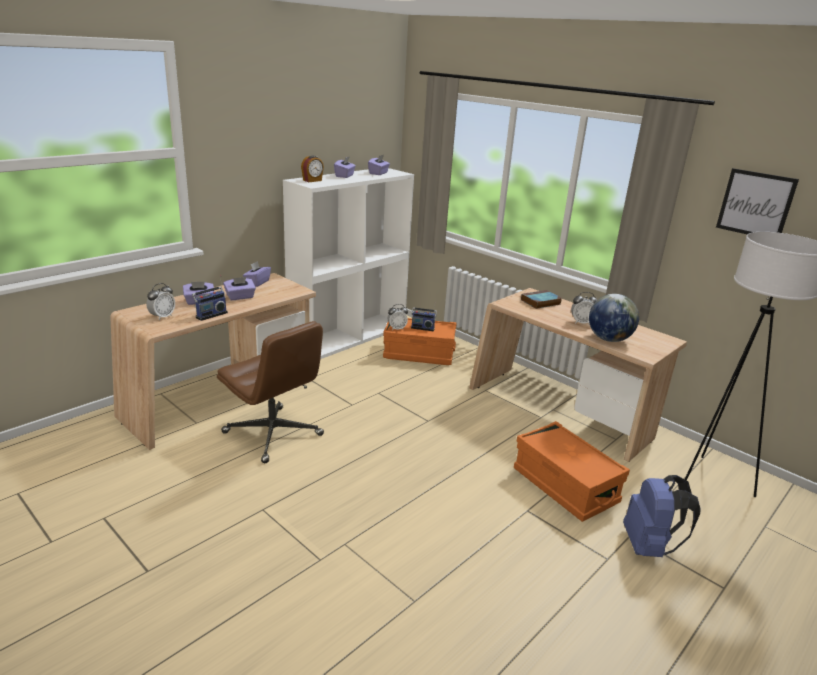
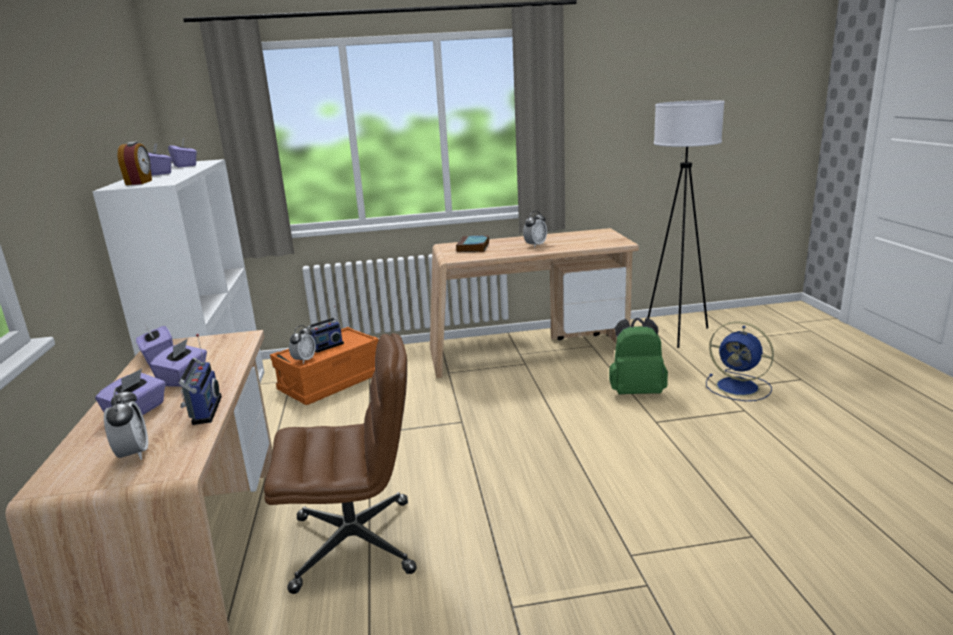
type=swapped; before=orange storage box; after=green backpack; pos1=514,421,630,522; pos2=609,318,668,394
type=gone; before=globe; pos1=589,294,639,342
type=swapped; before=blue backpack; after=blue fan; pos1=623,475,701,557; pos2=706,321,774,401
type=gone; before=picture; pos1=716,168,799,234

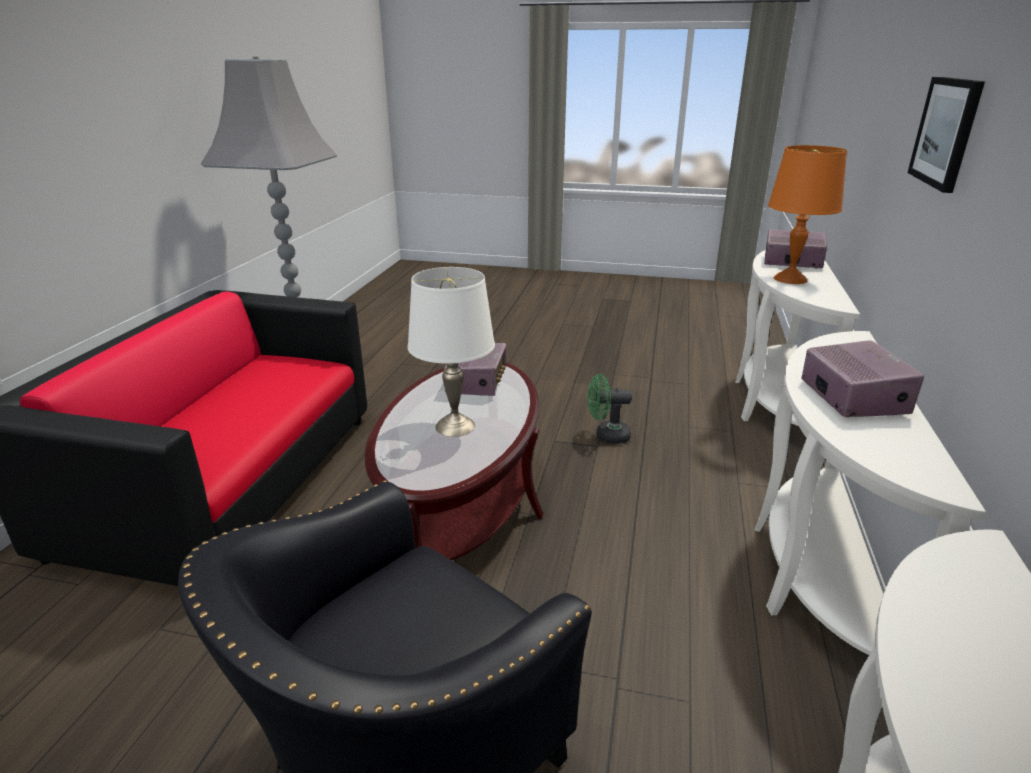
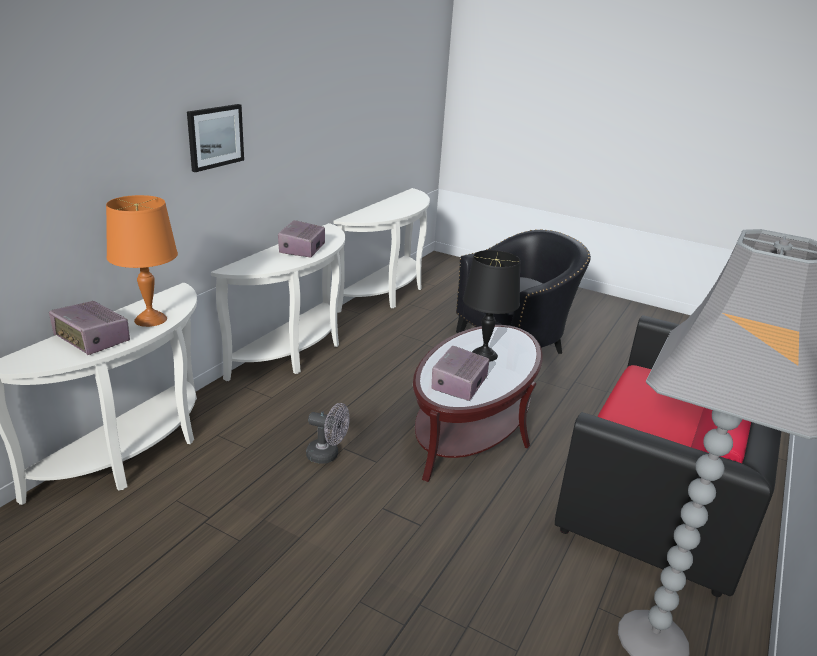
type=repainted; before=white table lamp; after=black table lamp; pos1=407,267,495,437; pos2=463,250,520,362
type=repainted; before=green fan; after=grey fan; pos1=588,374,632,444; pos2=306,403,350,464

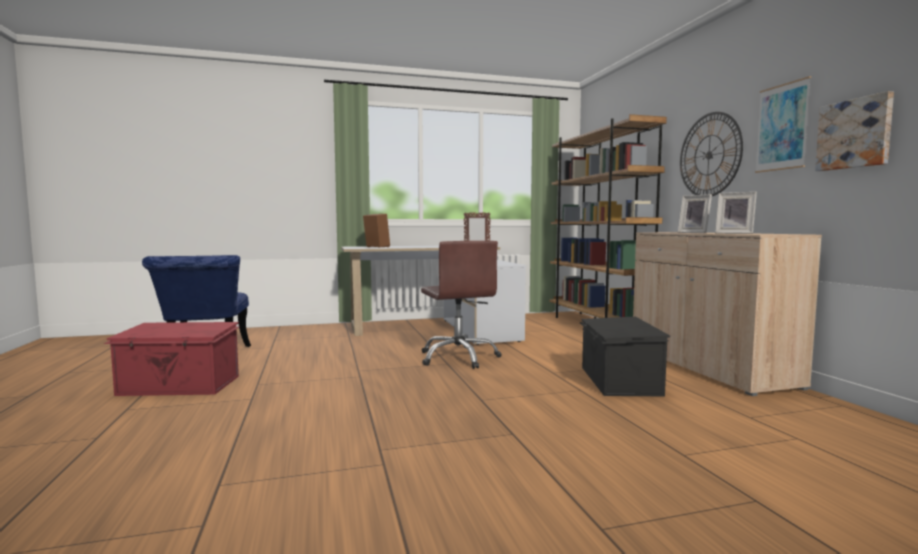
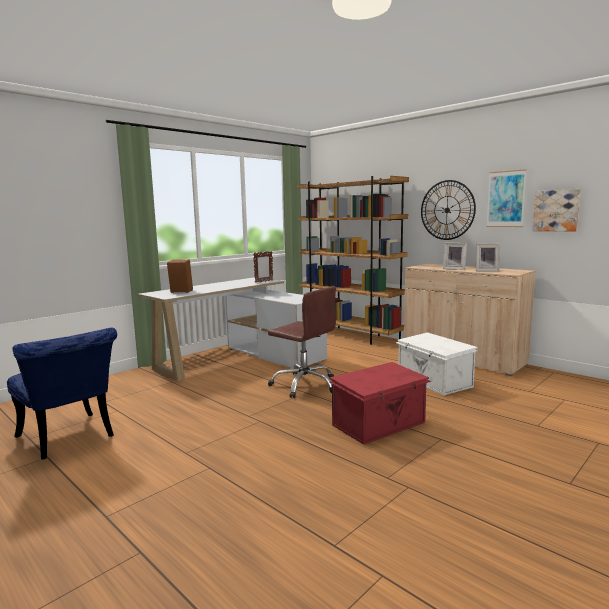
type=shifted; before=red storage box; pos1=104,322,240,396; pos2=329,362,431,445
type=repainted; before=black storage box; after=white storage box; pos1=579,317,670,396; pos2=396,332,478,395

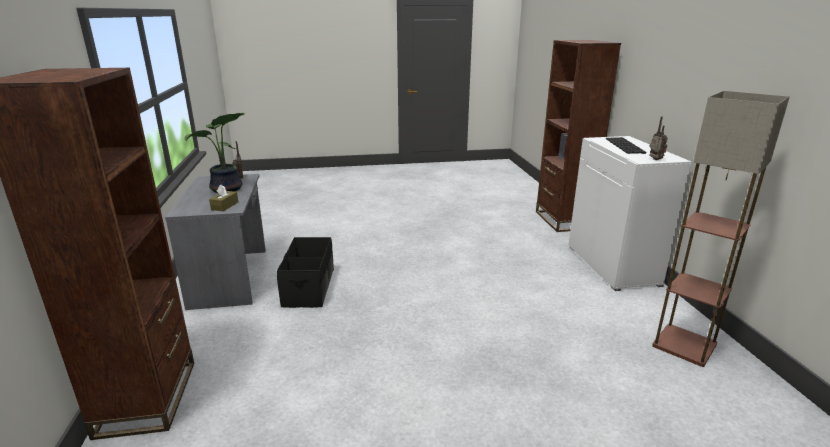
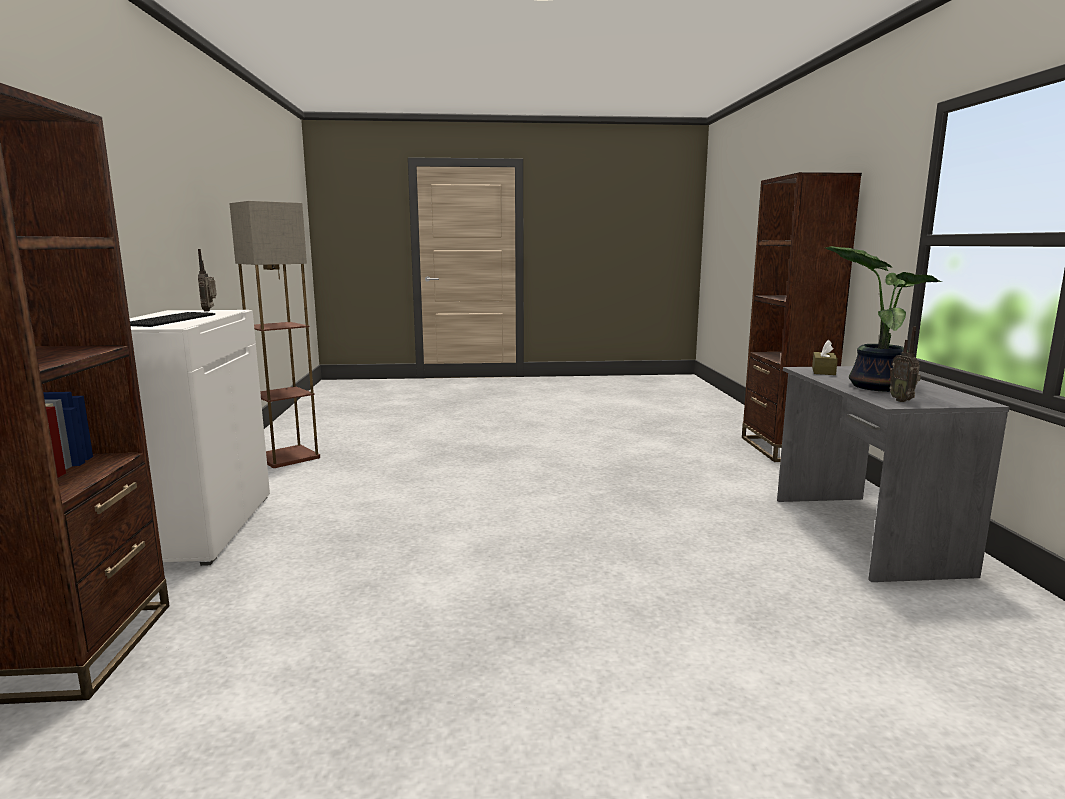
type=gone; before=black storage box; pos1=277,237,334,308

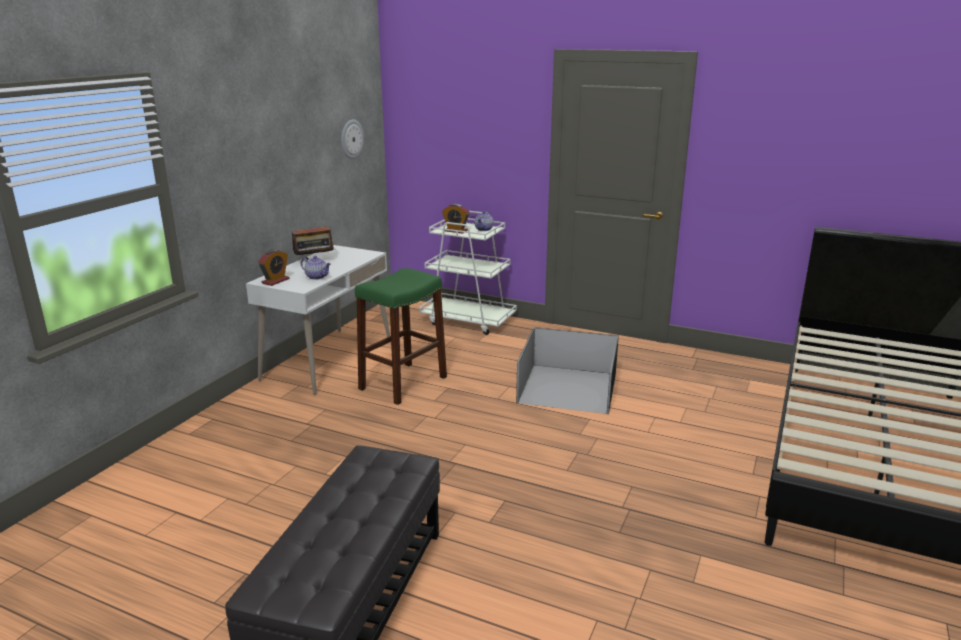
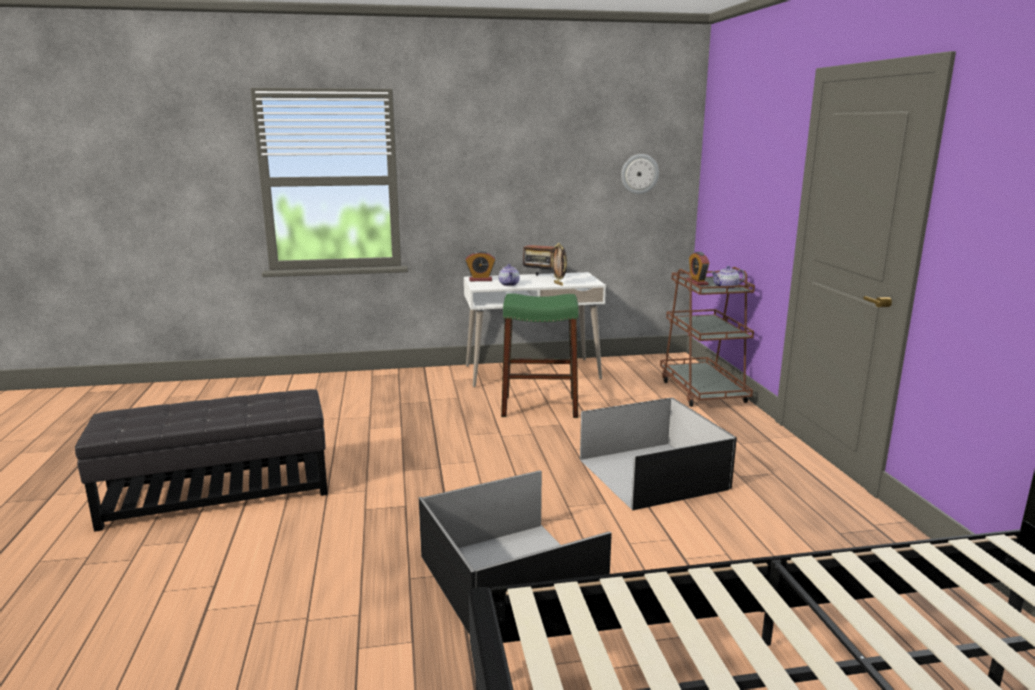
type=repainted; before=white cart; after=brown cart; pos1=419,211,517,335; pos2=660,267,755,407
type=new; after=black storage box; pos2=419,470,612,635
type=new; after=picture frame; pos2=551,243,567,286

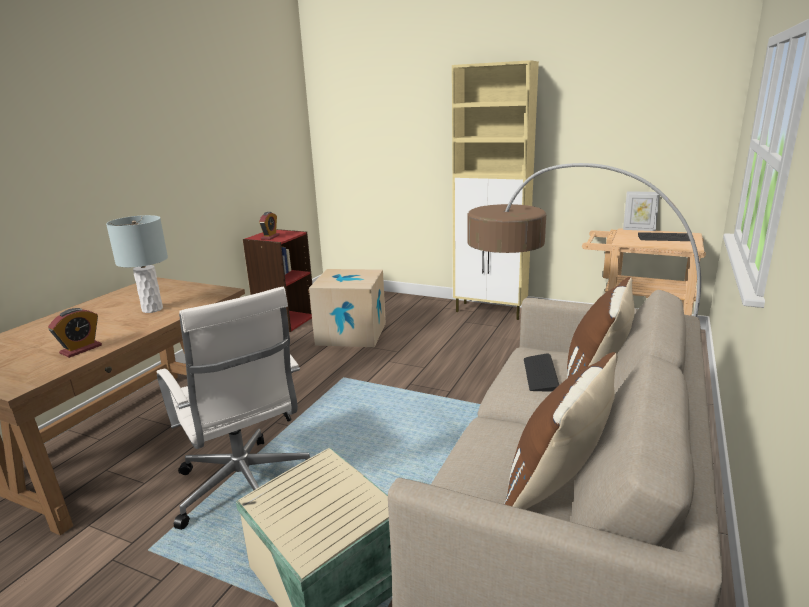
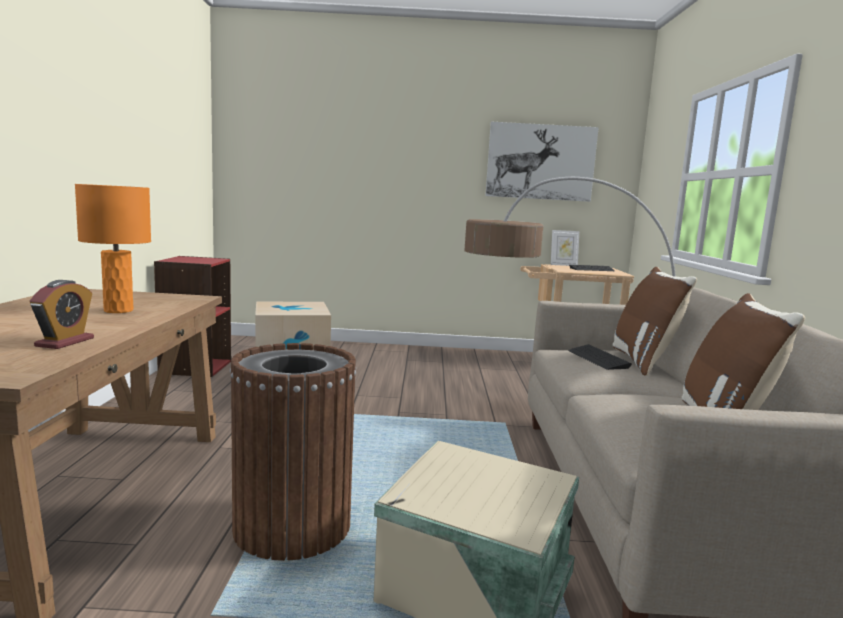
type=repainted; before=grey table lamp; after=orange table lamp; pos1=106,215,168,313; pos2=75,184,151,313
type=swapped; before=white office chair; after=brown trash can; pos1=156,287,310,530; pos2=230,343,356,561
type=gone; before=alarm clock; pos1=259,212,280,240
type=gone; before=beige cabinet; pos1=452,60,539,320
type=new; after=picture; pos2=485,122,599,202

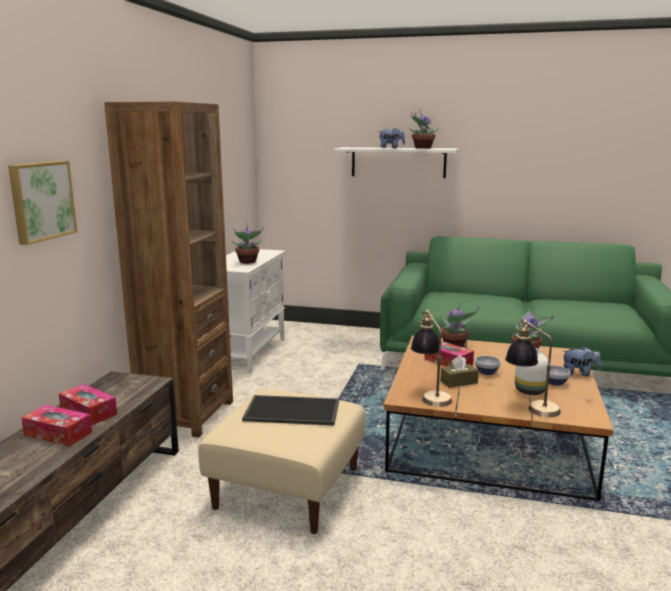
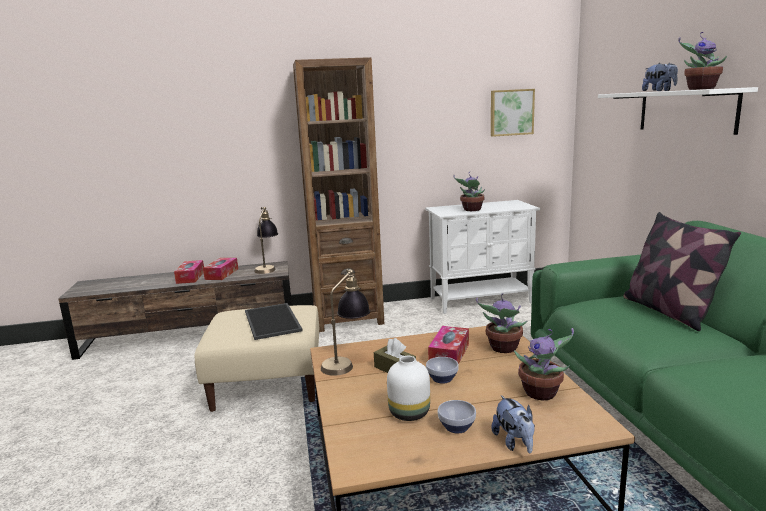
type=shifted; before=picture; pos1=8,161,77,245; pos2=491,89,535,137
type=shifted; before=table lamp; pos1=505,320,561,417; pos2=254,207,278,274
type=new; after=pillow; pos2=623,212,741,331

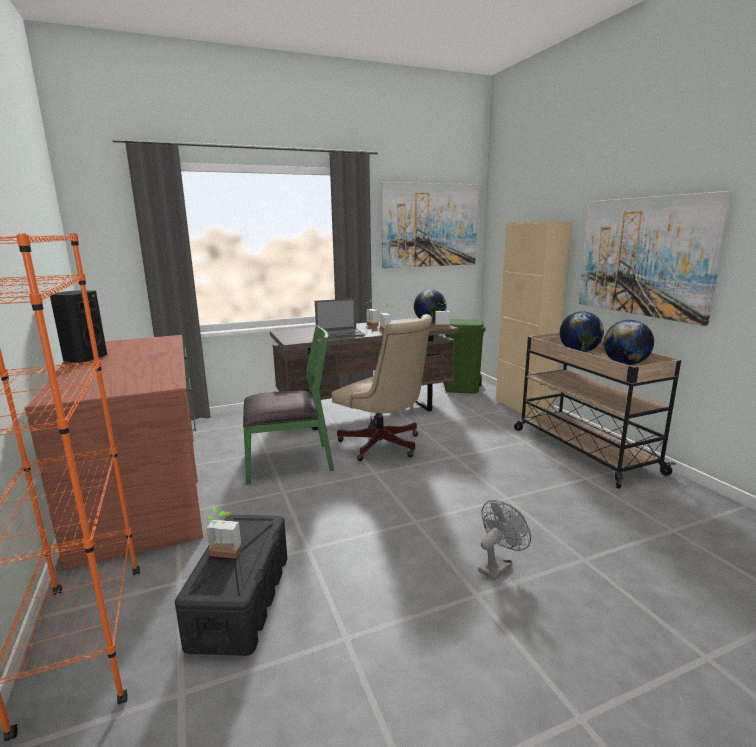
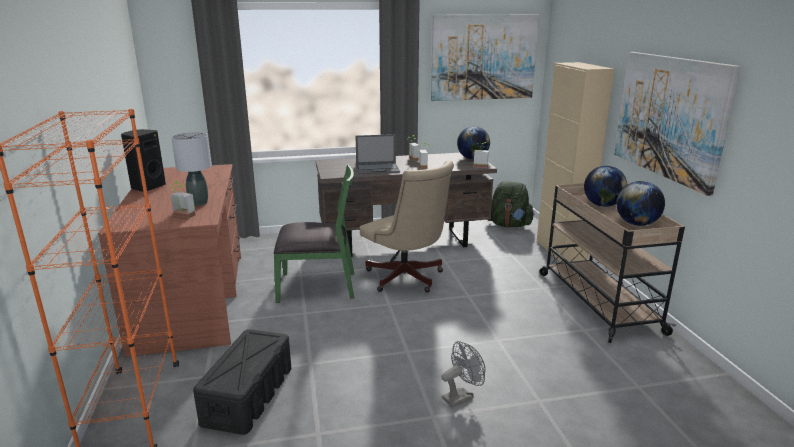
type=shifted; before=potted plant; pos1=206,507,242,558; pos2=168,181,196,218
type=swapped; before=green trash can; after=green backpack; pos1=444,319,486,394; pos2=488,181,535,227
type=new; after=grey table lamp; pos2=171,132,211,206

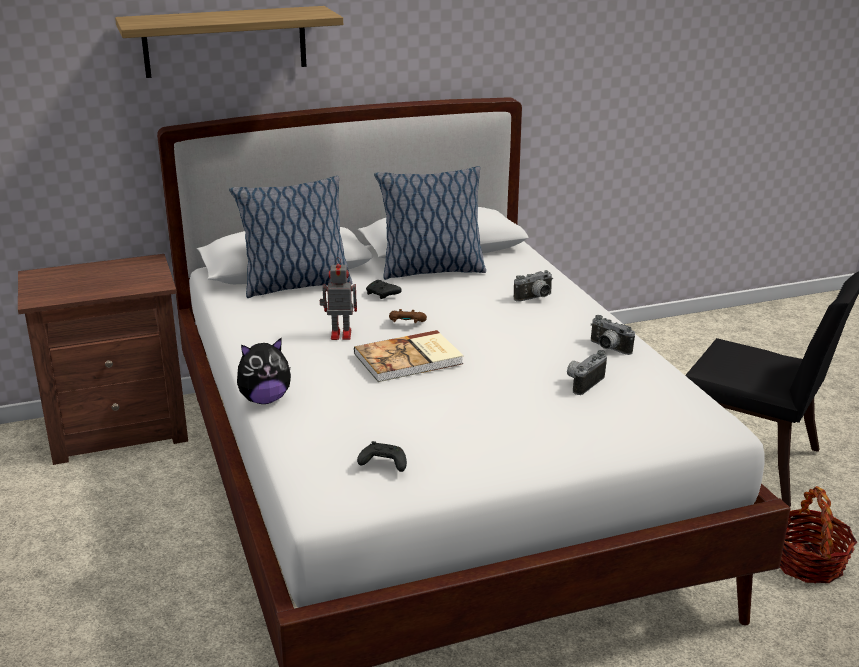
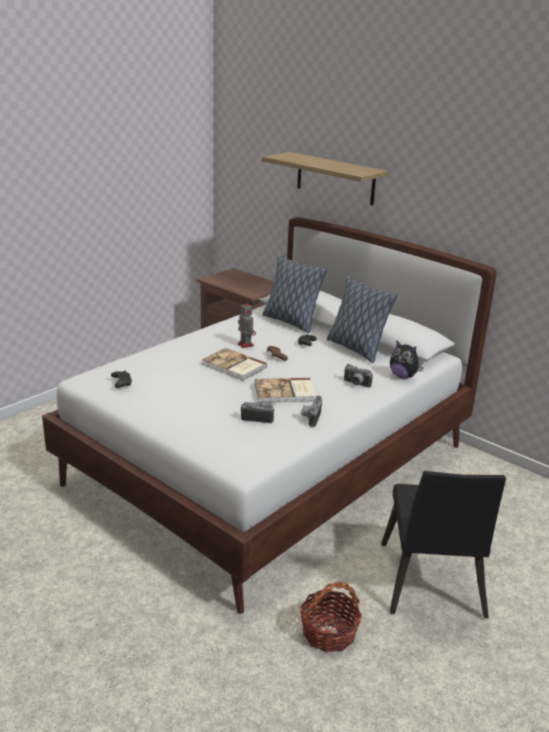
type=shifted; before=plush toy; pos1=237,338,291,404; pos2=390,340,424,379
type=new; after=book; pos2=255,378,317,403

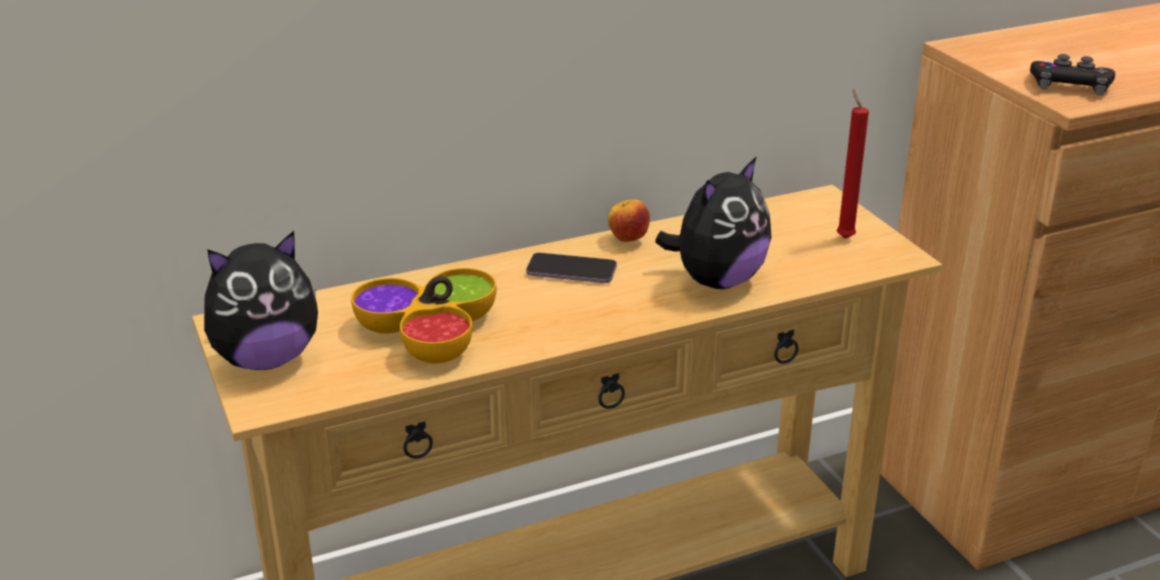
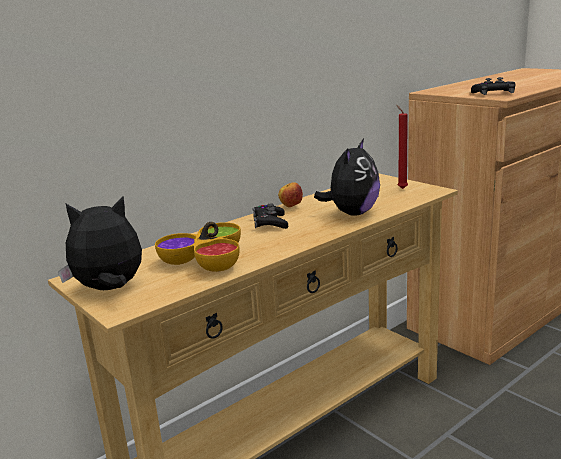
type=rotated; before=plush toy; pos1=204,231,318,370; pos2=58,197,142,290; turn=-150
type=swapped; before=phone; after=black game controller; pos1=526,253,617,283; pos2=252,203,288,229

